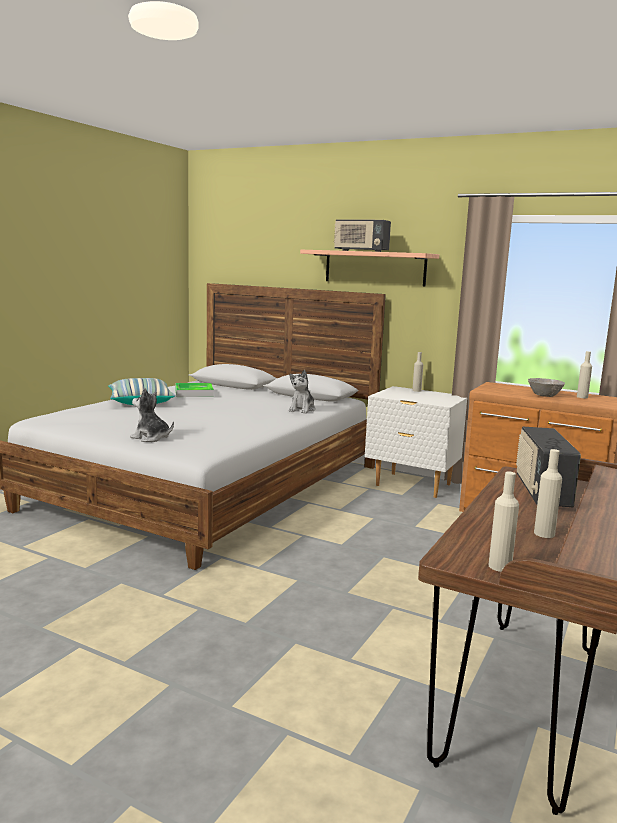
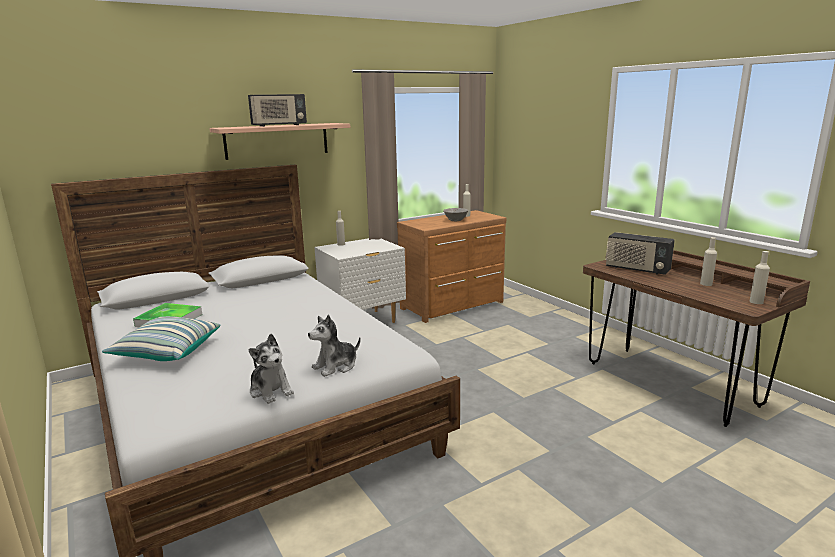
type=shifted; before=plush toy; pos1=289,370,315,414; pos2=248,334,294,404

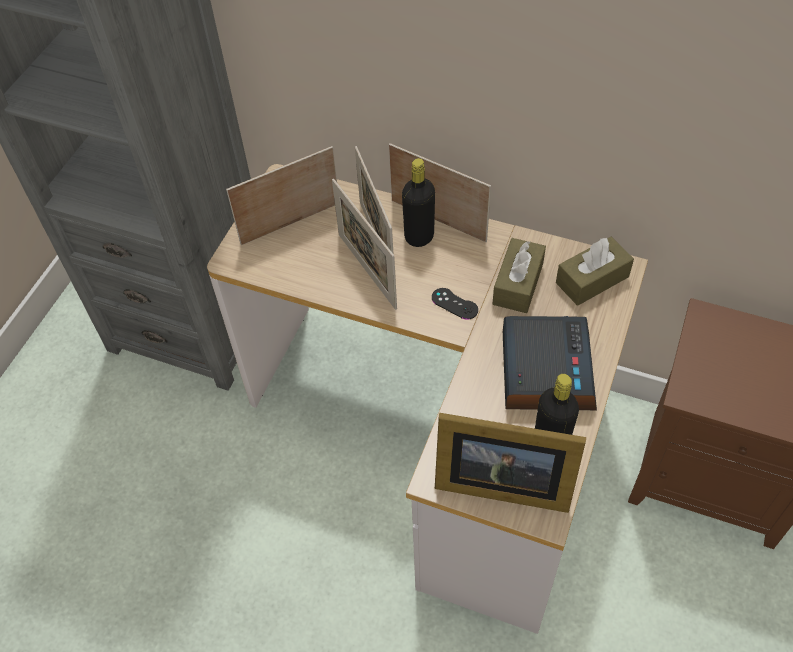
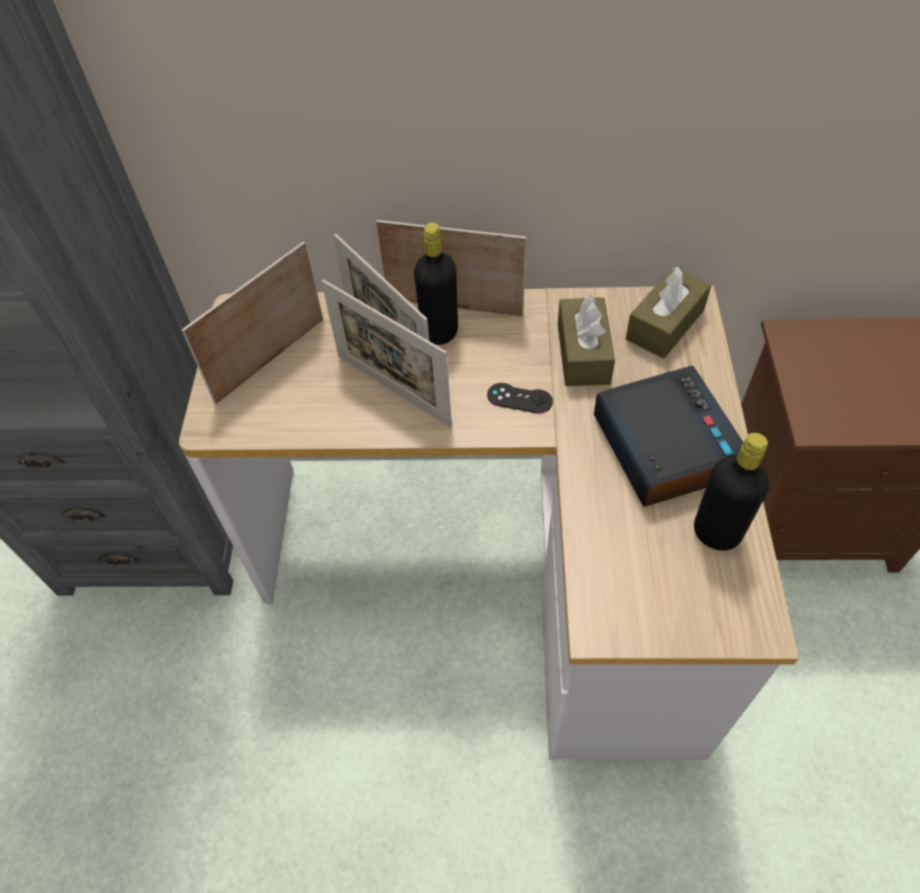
type=gone; before=picture frame; pos1=435,413,586,513

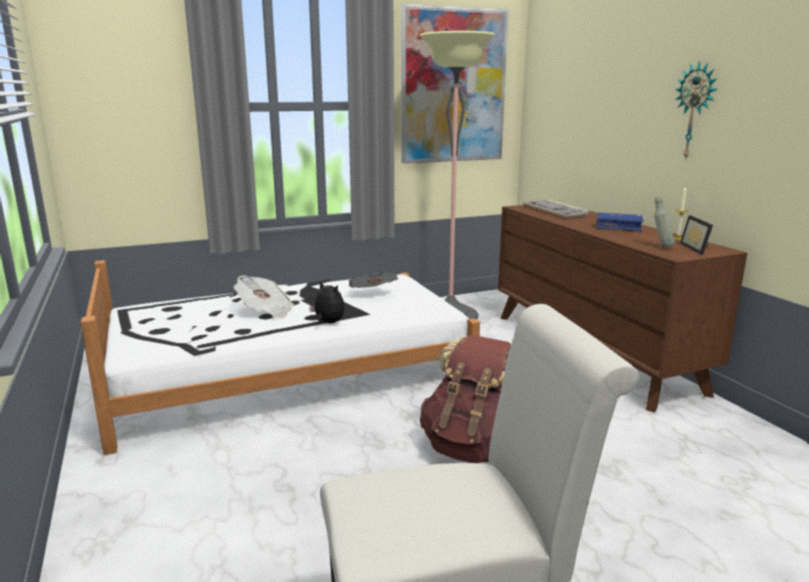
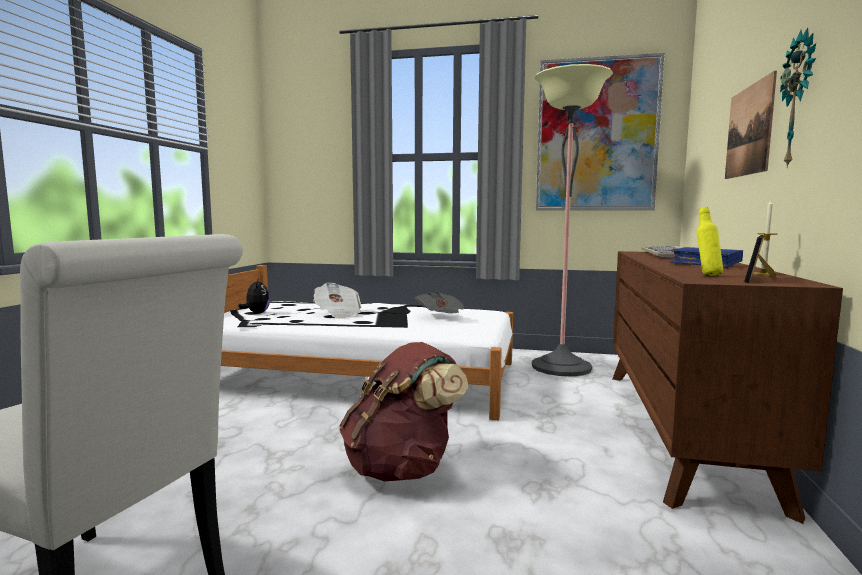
type=shifted; before=plush toy; pos1=309,281,345,323; pos2=238,280,270,313
type=repainted; before=grey bottle; after=yellow bottle; pos1=654,197,675,248; pos2=696,207,723,276
type=new; after=picture; pos2=725,71,777,179

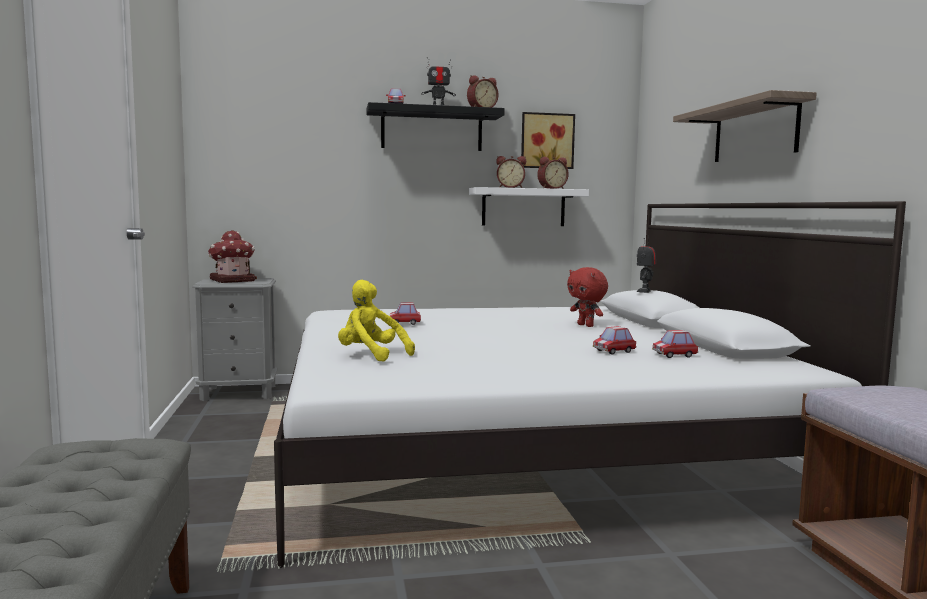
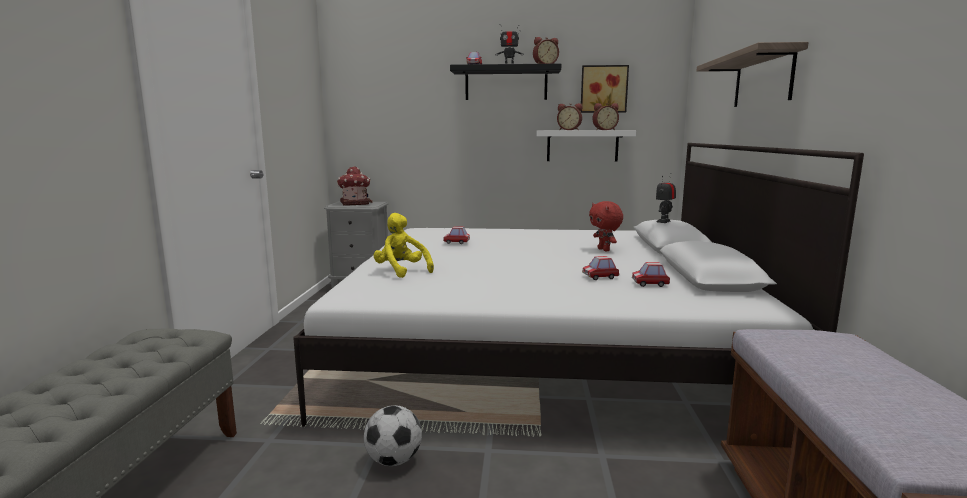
type=new; after=football; pos2=364,405,422,466

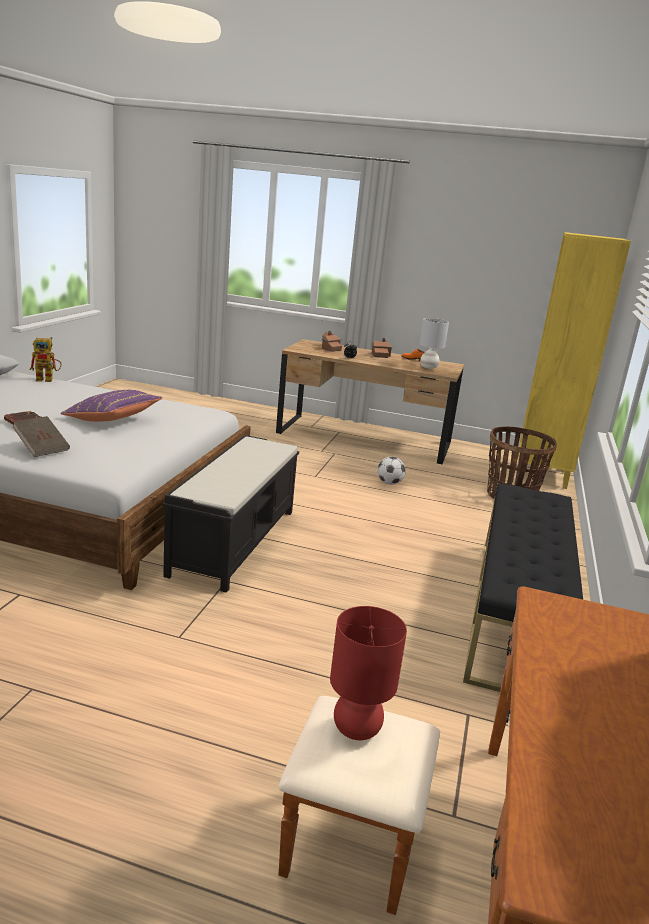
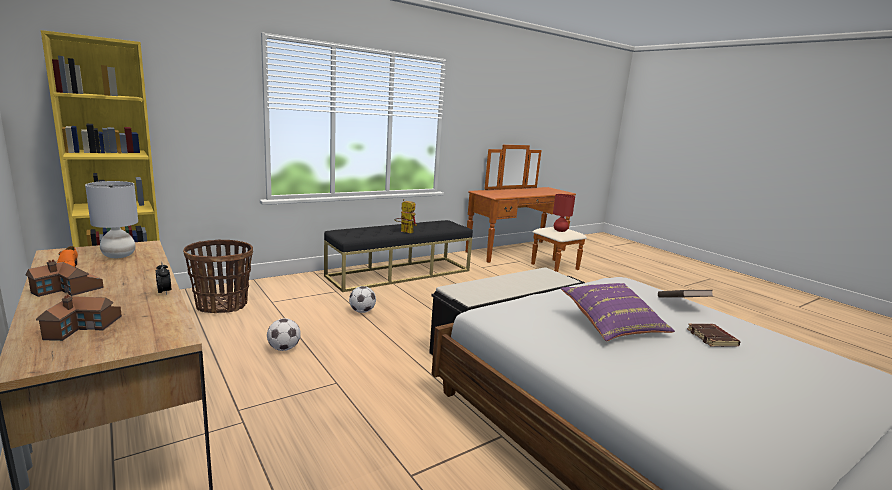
type=shifted; before=toy robot; pos1=30,337,62,382; pos2=394,199,417,233
type=new; after=football; pos2=349,286,376,313

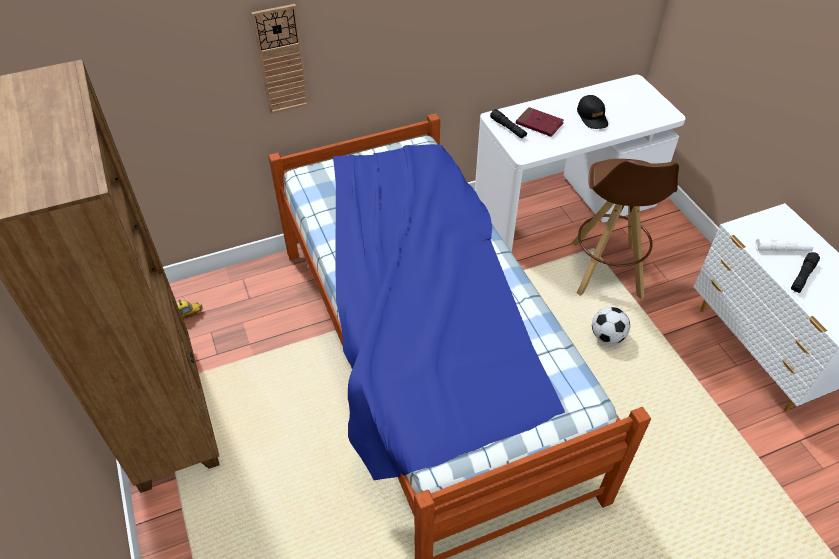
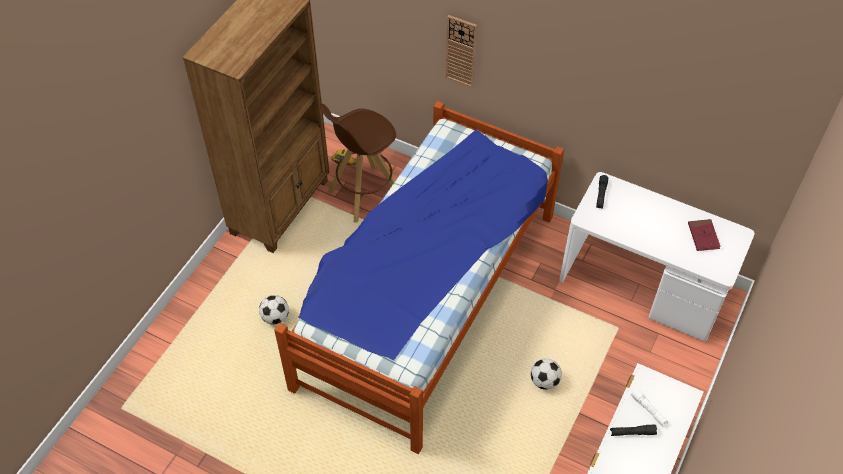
type=shifted; before=red book; pos1=516,107,564,137; pos2=688,219,721,251
type=shifted; before=brown stool; pos1=572,159,679,299; pos2=320,104,396,223
type=gone; before=black cap; pos1=577,95,608,129
type=new; after=football; pos2=259,295,289,325

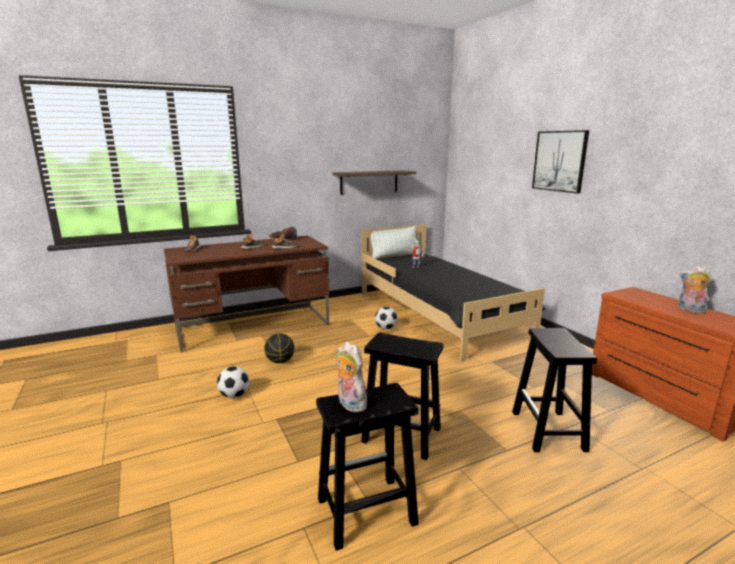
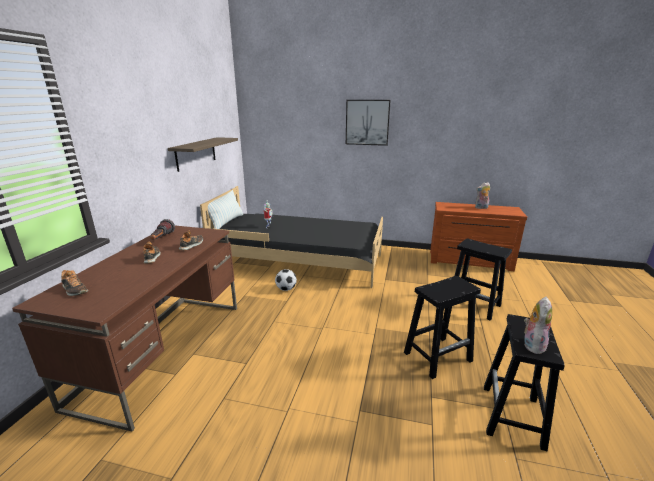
type=gone; before=football; pos1=217,366,249,398
type=gone; before=basketball; pos1=264,333,295,363
type=rotated; before=plush toy; pos1=336,342,367,413; pos2=524,297,552,354; turn=120

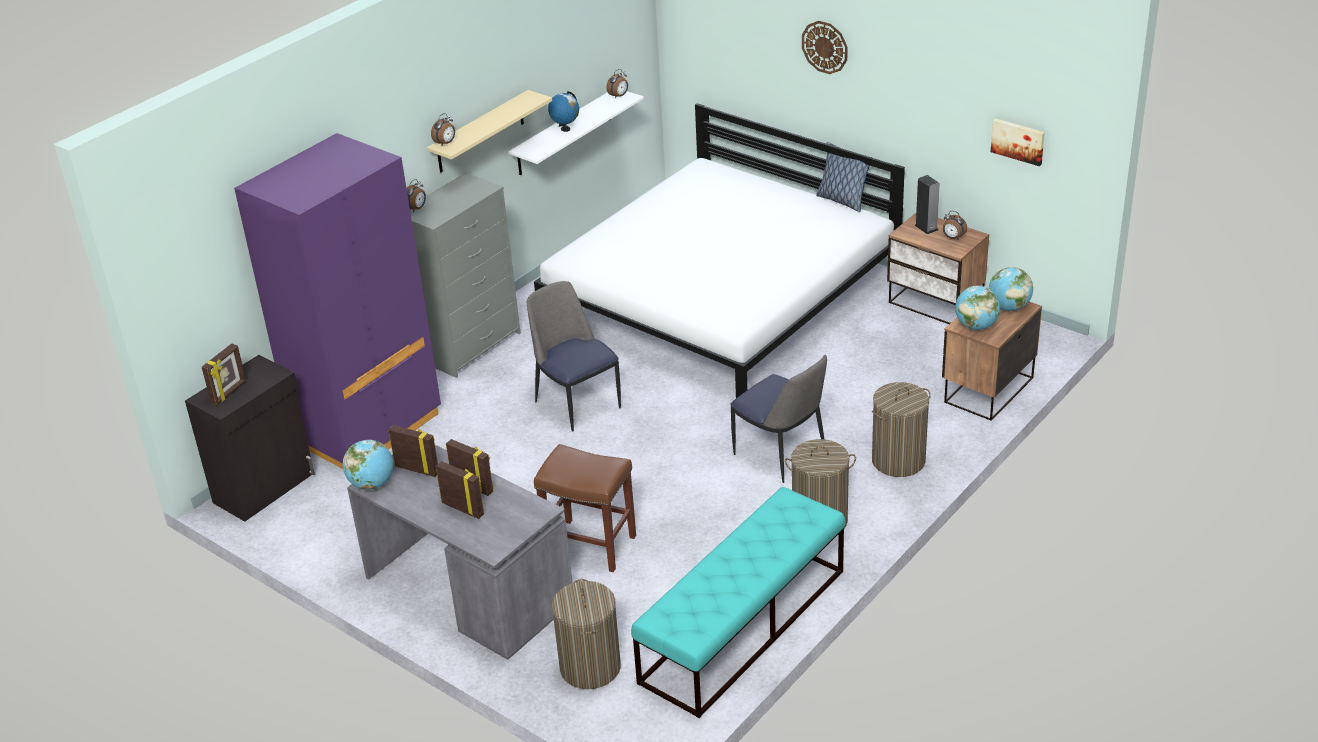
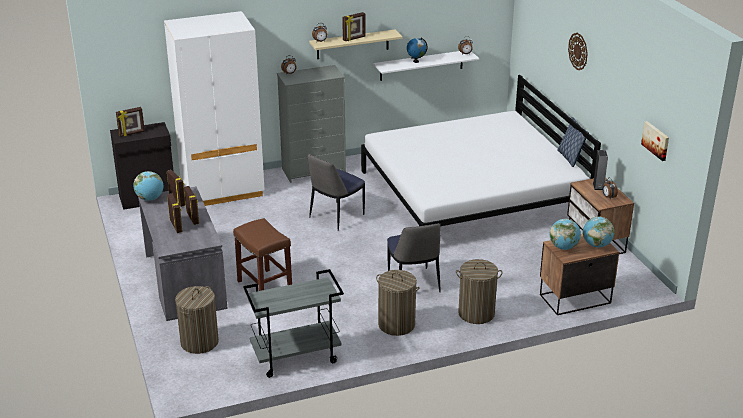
type=repainted; before=purple wardrobe; after=white wardrobe; pos1=234,133,441,469; pos2=164,11,265,206
type=rotated; before=chair; pos1=526,281,621,432; pos2=308,154,365,231; turn=-135
type=swapped; before=turquoise bench; after=grey cart; pos1=631,487,846,718; pos2=243,269,344,378
type=new; after=picture frame; pos2=342,12,366,41

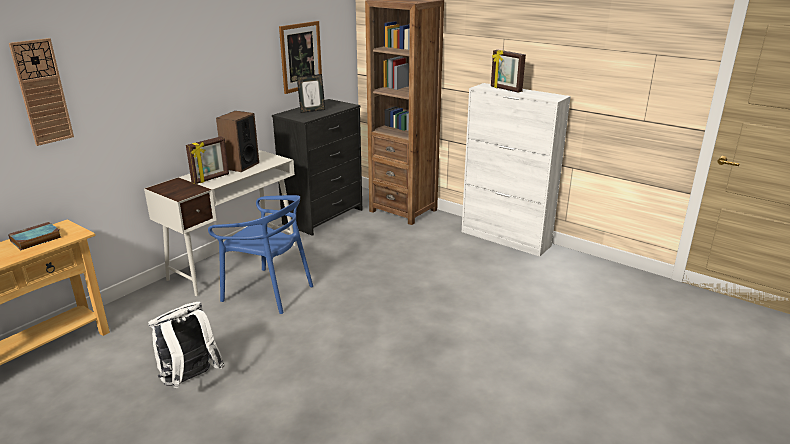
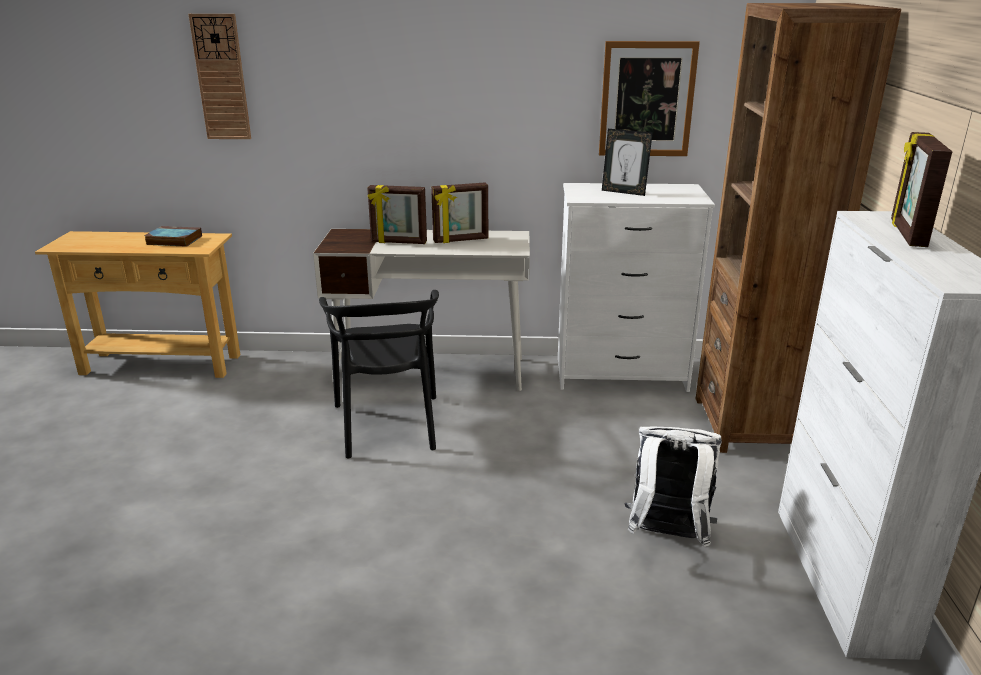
type=shifted; before=white backpack; pos1=148,302,225,388; pos2=624,427,722,547
type=repainted; before=blue chair; after=black chair; pos1=208,195,313,314; pos2=319,290,439,458
type=swapped; before=speaker; after=picture frame; pos1=216,111,259,172; pos2=431,182,488,243
type=repainted; before=black dresser; after=white dresser; pos1=272,99,362,236; pos2=558,183,715,392

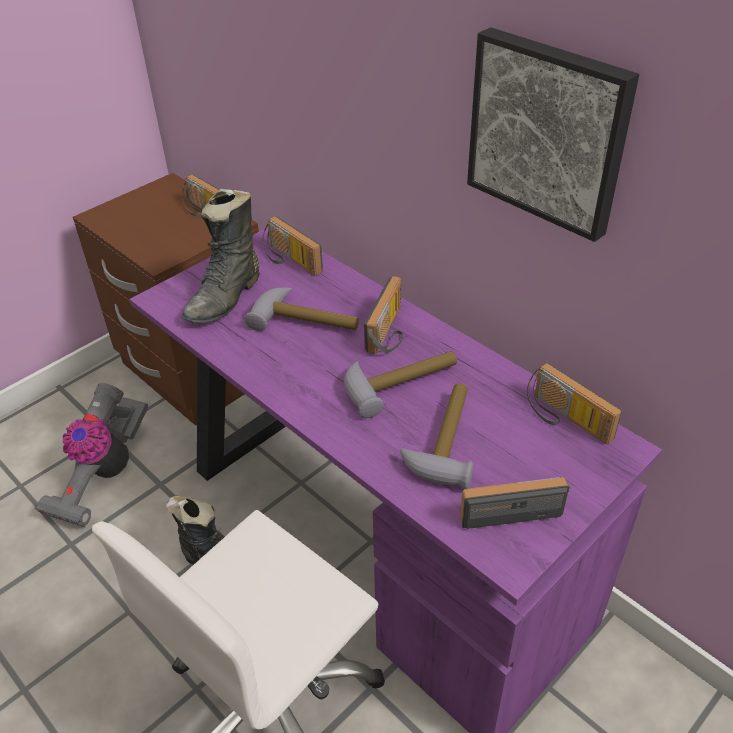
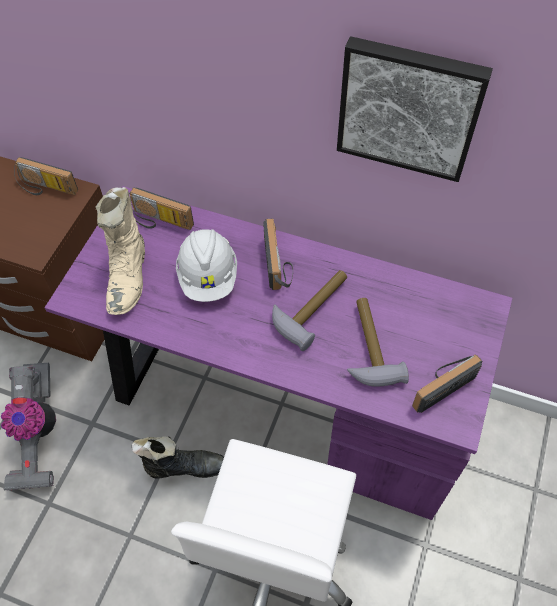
type=repainted; before=black boot; after=beige boot; pos1=182,189,260,323; pos2=95,187,145,315
type=swapped; before=hammer; after=white hard hat; pos1=245,287,359,331; pos2=176,229,237,302
type=gone; before=radio; pos1=527,363,622,444

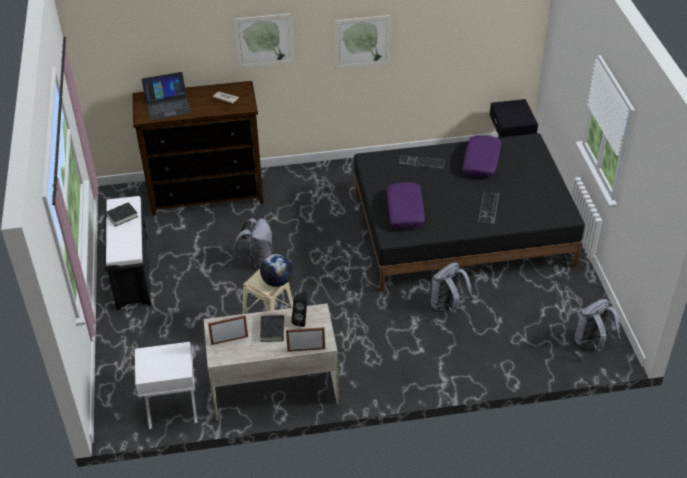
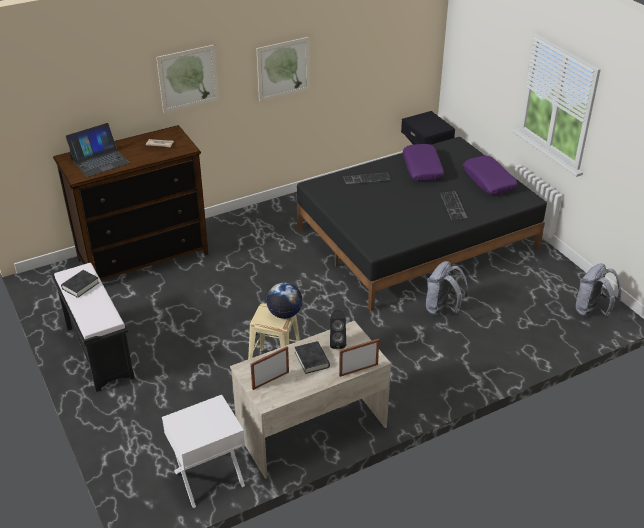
type=gone; before=grey backpack; pos1=234,218,273,269
type=shifted; before=purple pillow; pos1=386,182,425,228; pos2=463,156,517,195

